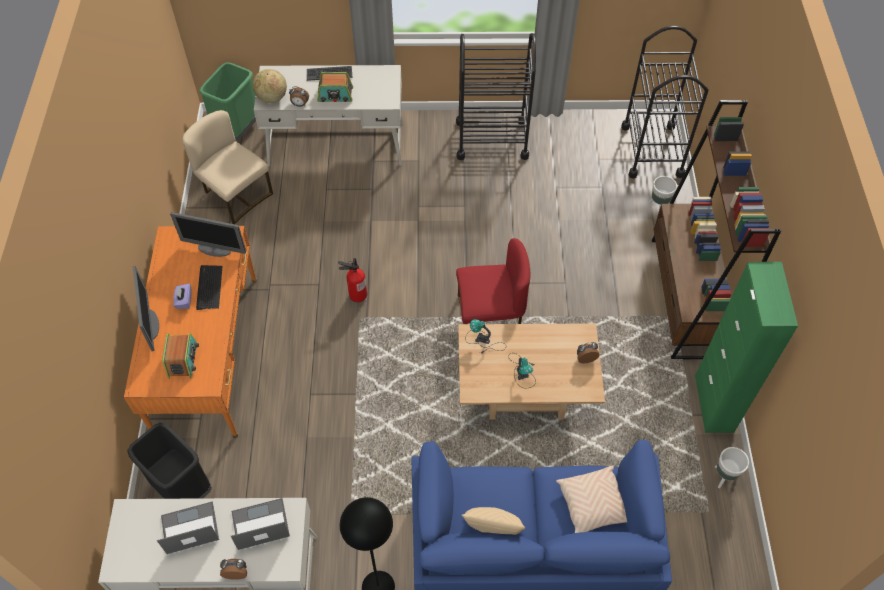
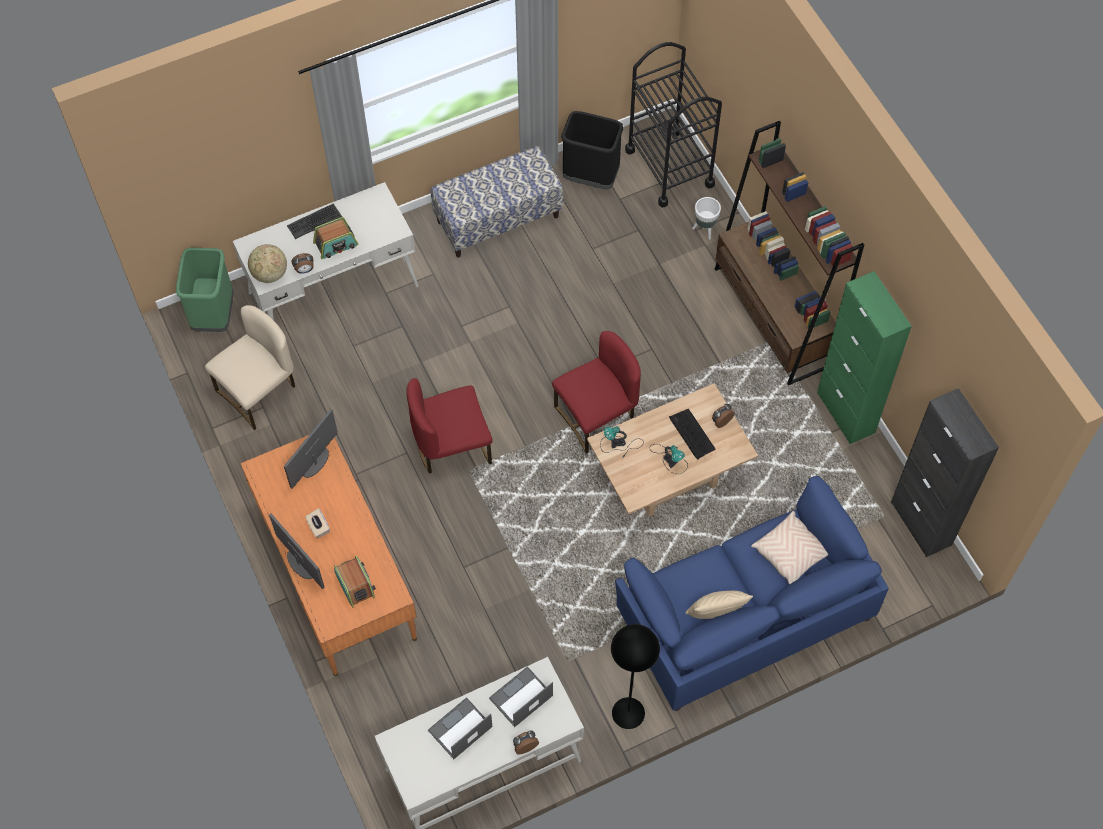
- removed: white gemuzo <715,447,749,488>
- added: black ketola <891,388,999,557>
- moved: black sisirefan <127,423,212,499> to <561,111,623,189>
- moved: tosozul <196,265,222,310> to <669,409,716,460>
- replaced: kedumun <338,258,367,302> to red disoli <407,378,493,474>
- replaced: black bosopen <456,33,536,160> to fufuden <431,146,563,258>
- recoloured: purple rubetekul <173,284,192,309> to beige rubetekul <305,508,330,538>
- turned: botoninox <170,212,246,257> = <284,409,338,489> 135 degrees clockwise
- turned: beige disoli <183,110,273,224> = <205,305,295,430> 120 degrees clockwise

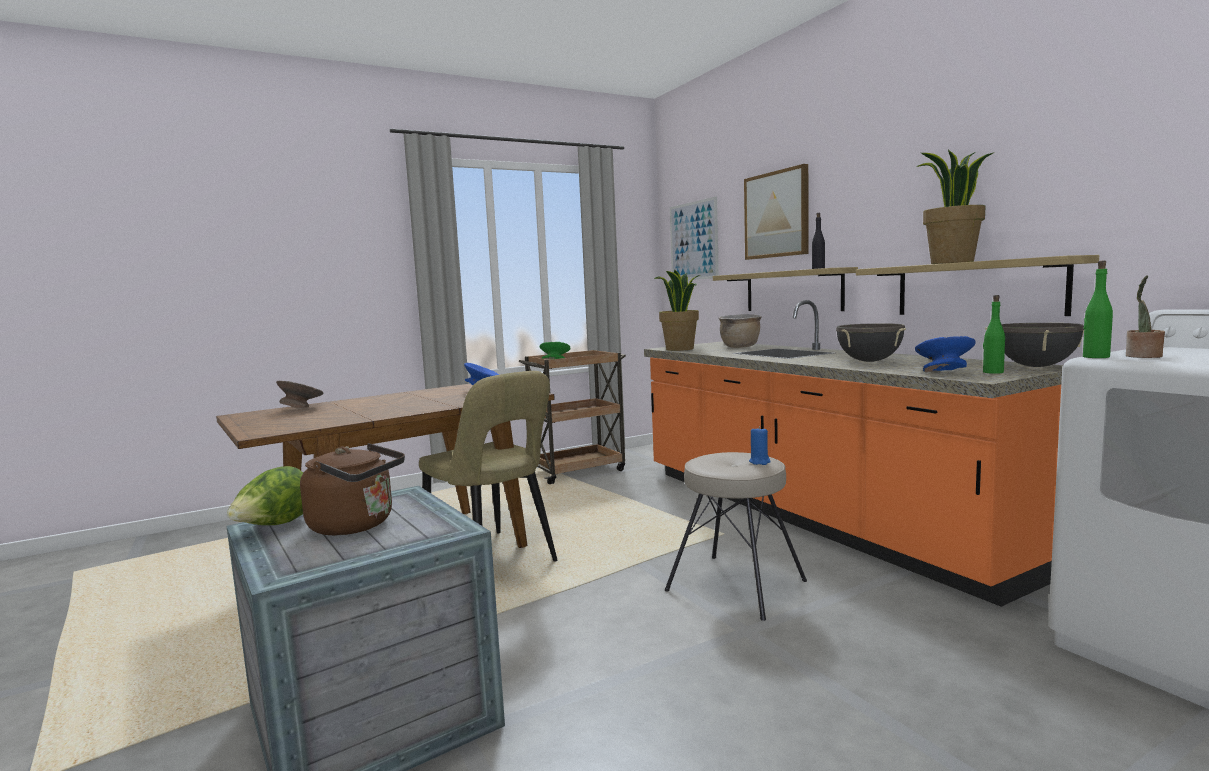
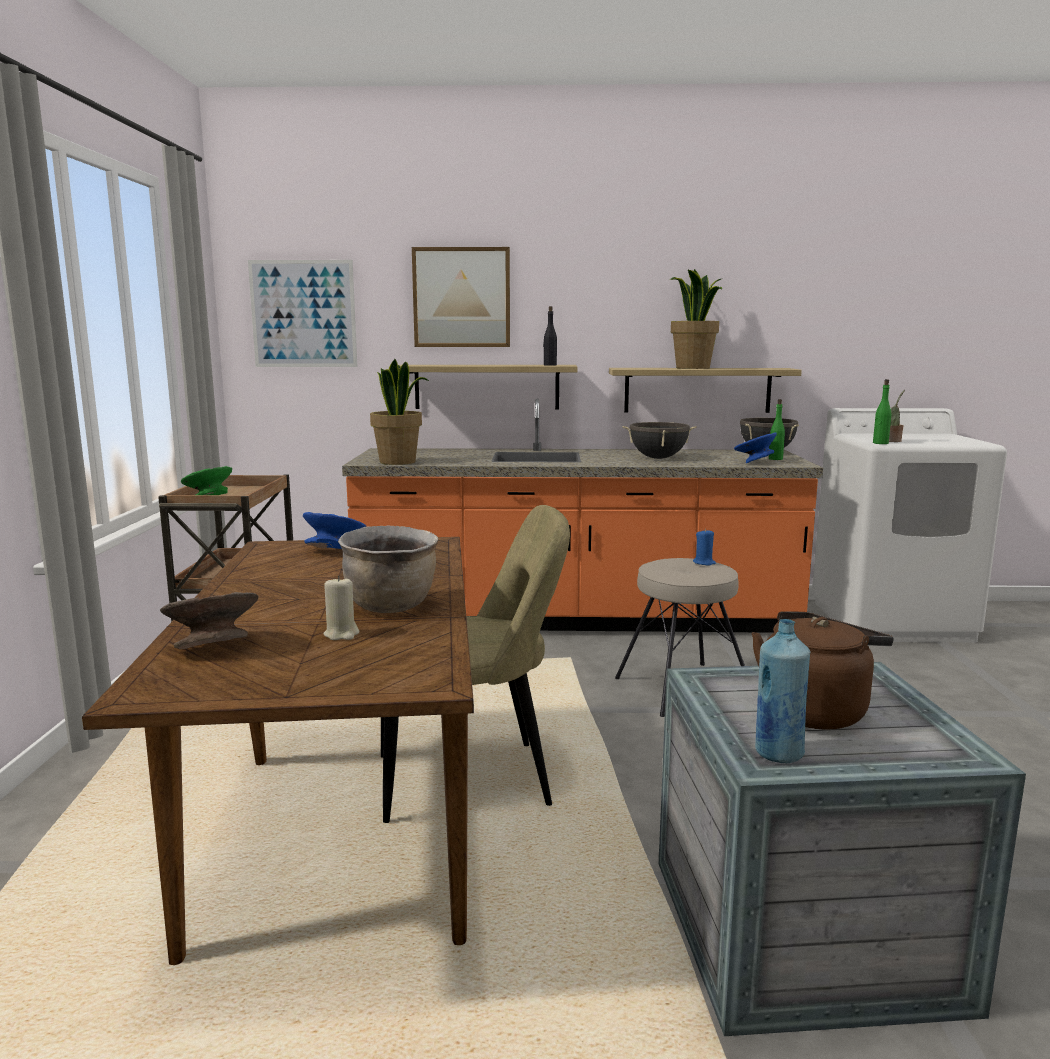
- added: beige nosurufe <323,576,359,640>
- moved: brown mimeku <719,314,762,348> to <338,526,438,613>
- replaced: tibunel <227,466,303,525> to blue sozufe <755,619,811,763>

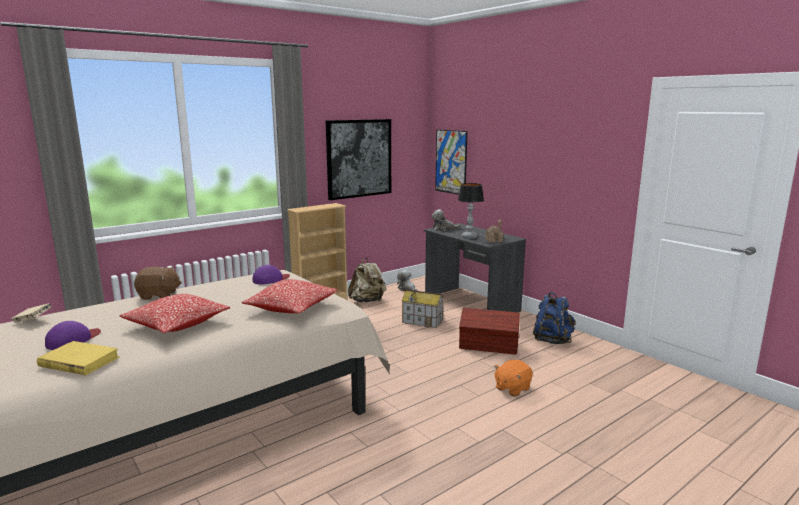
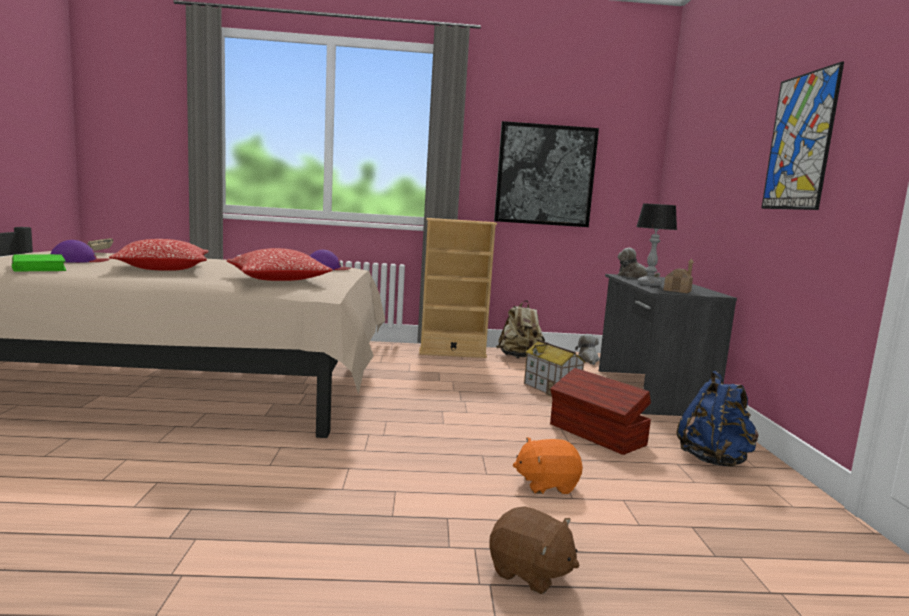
- moved: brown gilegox <134,267,182,300> to <489,506,580,594>
- moved: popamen <435,130,468,195> to <761,61,844,210>
- recoloured: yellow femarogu <37,341,120,375> to green femarogu <12,254,66,272>

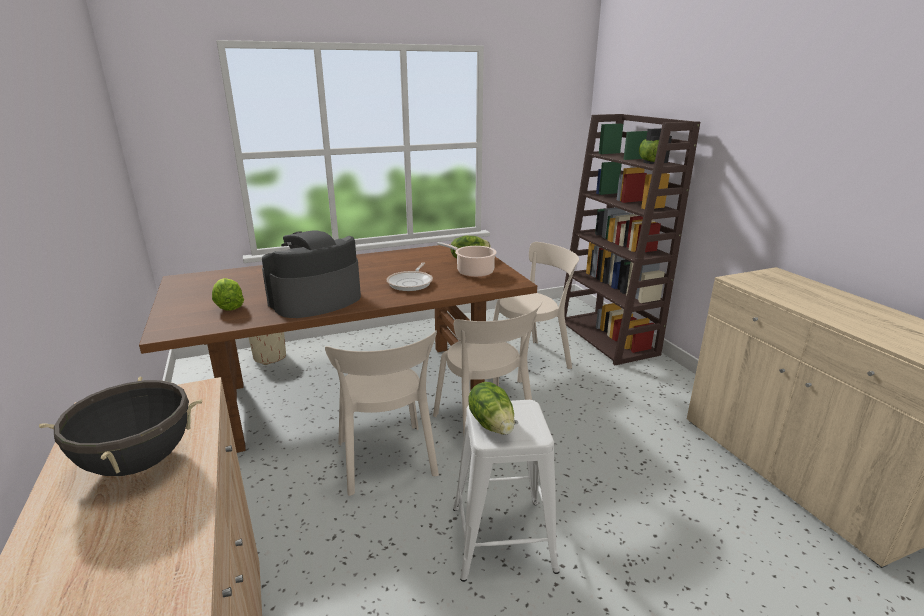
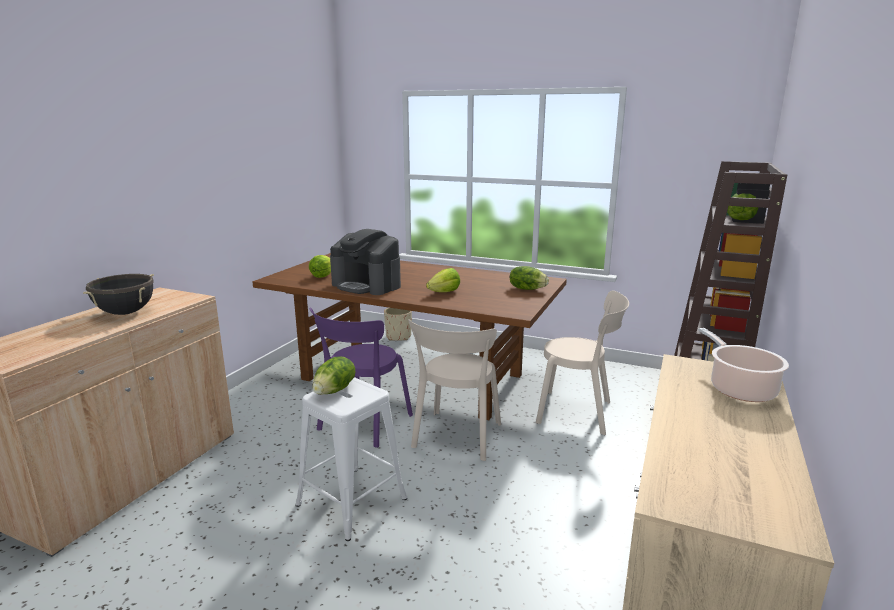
- moved: mimeku <437,242,497,277> to <698,328,789,402>
- replaced: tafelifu <387,262,433,291> to tibunel <426,268,460,292>
- recoloured: beige disoli <325,330,439,496> to purple disoli <310,308,413,448>
- turned: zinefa <262,230,361,318> = <330,229,401,295> 150 degrees counterclockwise

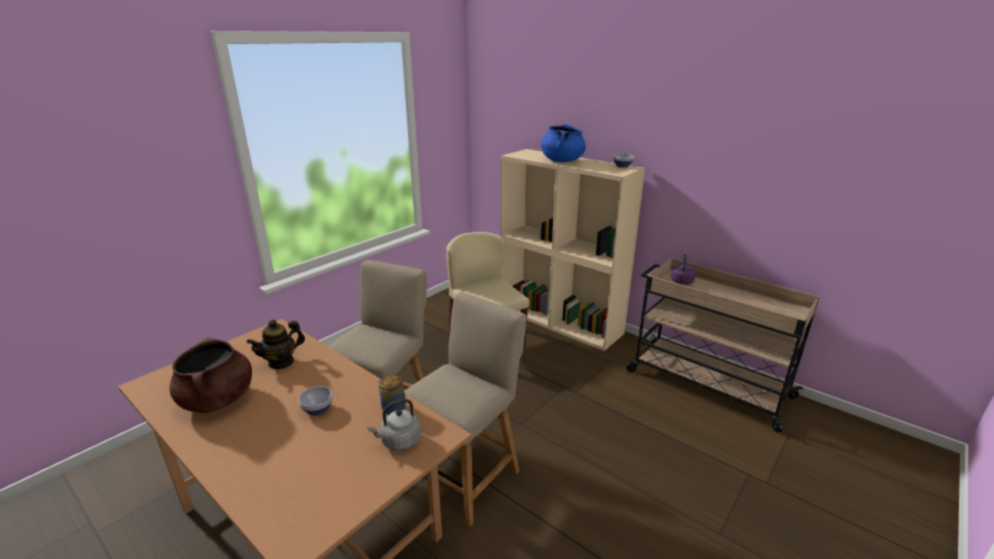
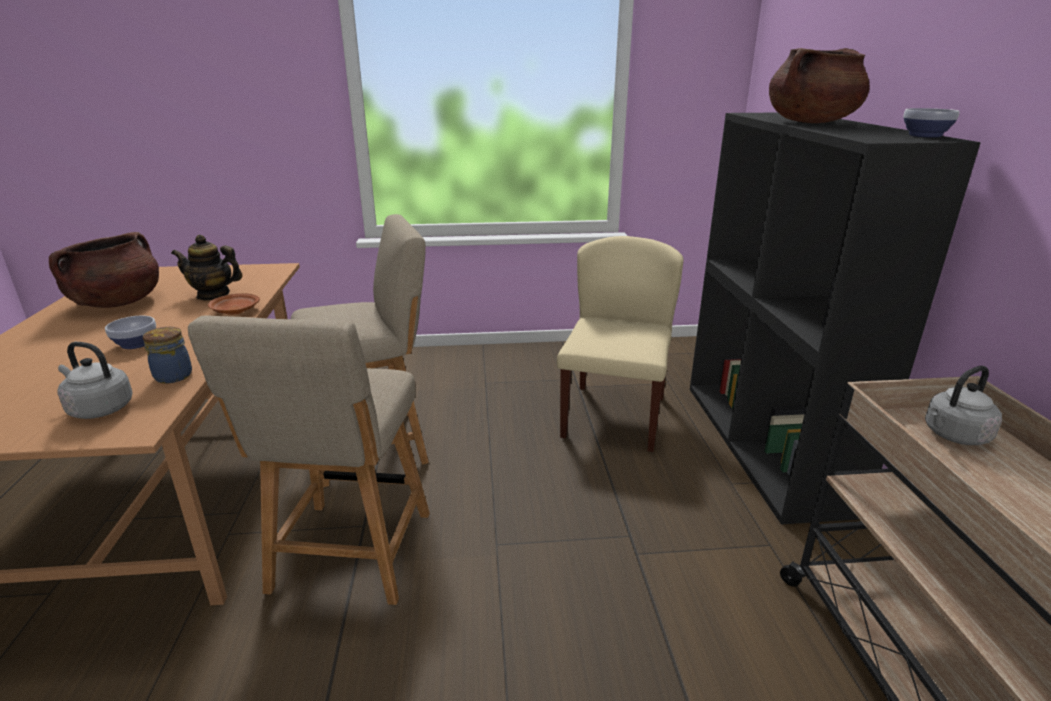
- added: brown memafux <208,293,260,315>
- recoloured: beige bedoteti <501,149,645,351> to black bedoteti <690,113,981,524>
- recoloured: blue mimeku <541,124,586,162> to brown mimeku <769,48,870,123>
- recoloured: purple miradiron <671,254,696,285> to grey miradiron <925,366,1002,445>
- turned: beige disoli <404,292,527,526> = <188,315,430,605> 105 degrees clockwise

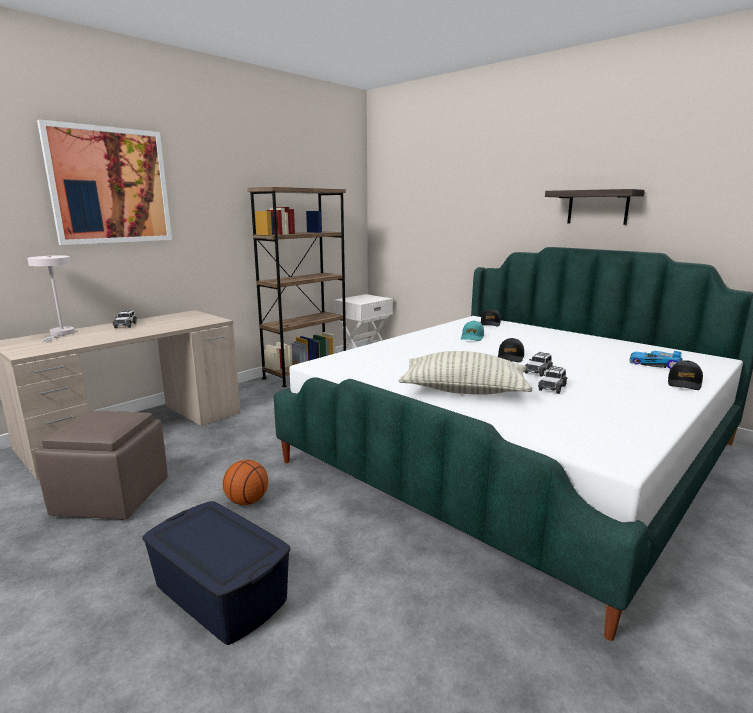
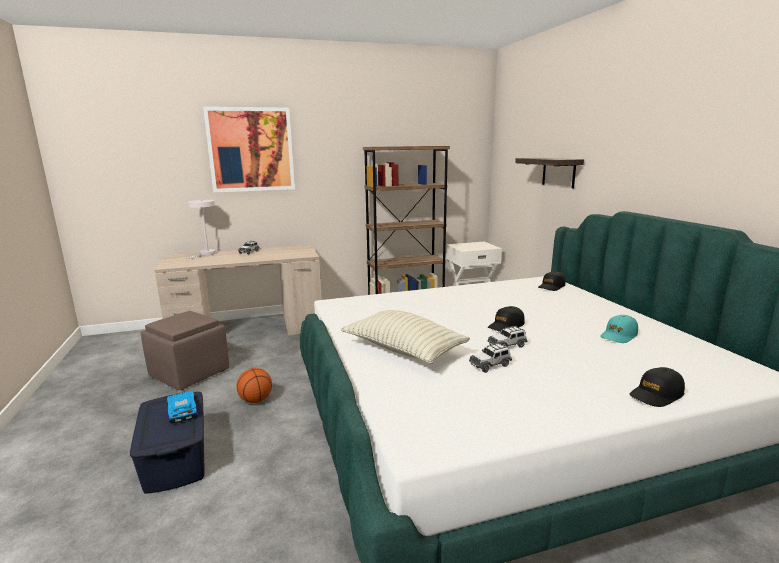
- moved: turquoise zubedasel <461,321,484,341> to <600,315,638,343>
- moved: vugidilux <545,189,645,225> to <515,158,584,188>
- moved: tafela <629,351,683,369> to <167,391,198,424>

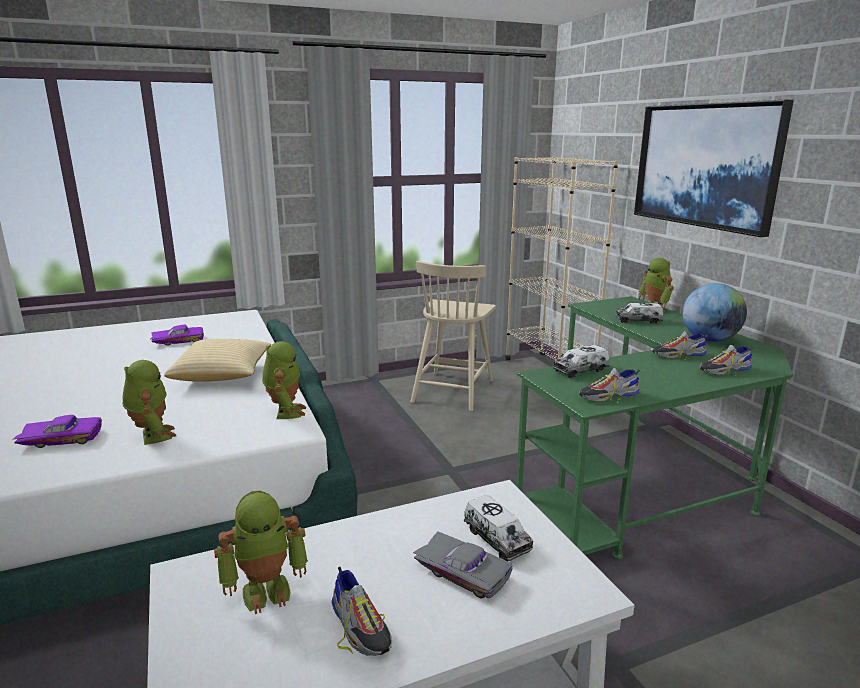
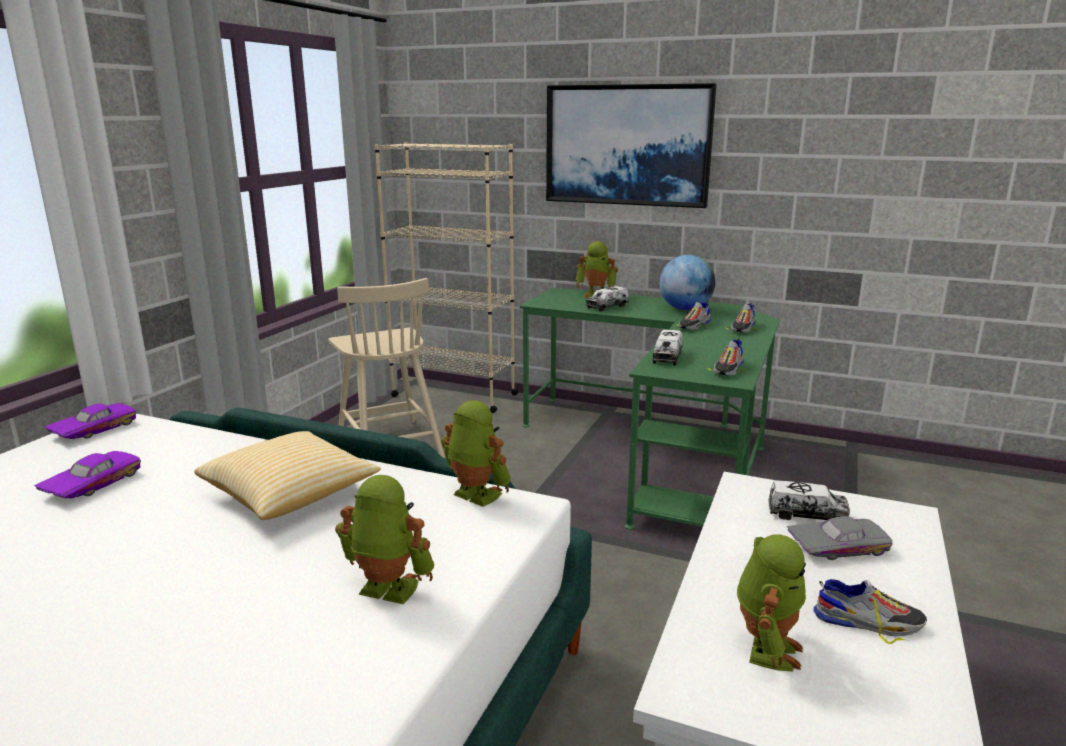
- moved: purple tafela <12,415,102,448> to <44,403,136,439>

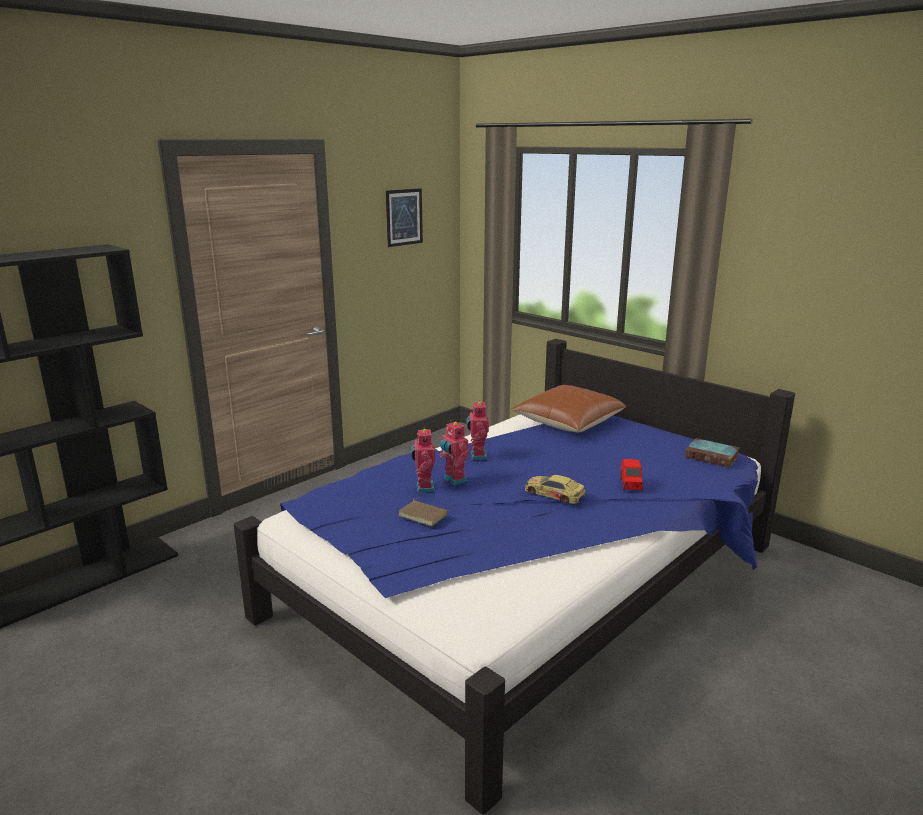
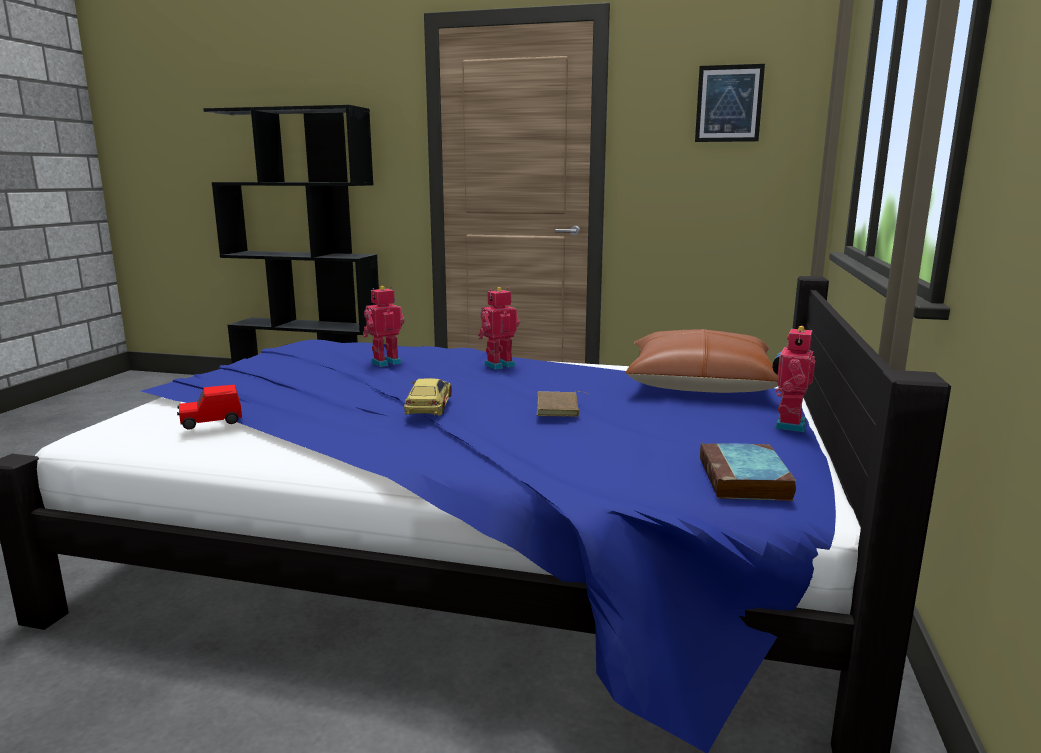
- moved: brown femarogu <399,497,448,526> to <537,391,588,417>
- moved: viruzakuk <439,422,469,485> to <772,325,815,432>
- moved: red tafela <620,459,643,492> to <177,385,242,430>

